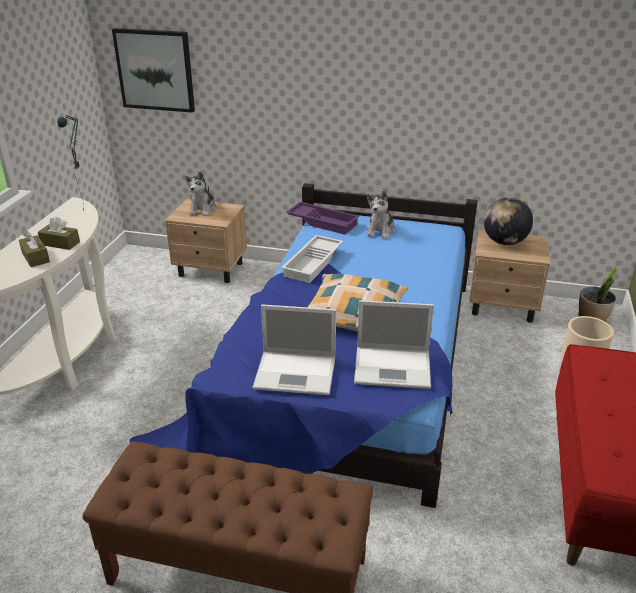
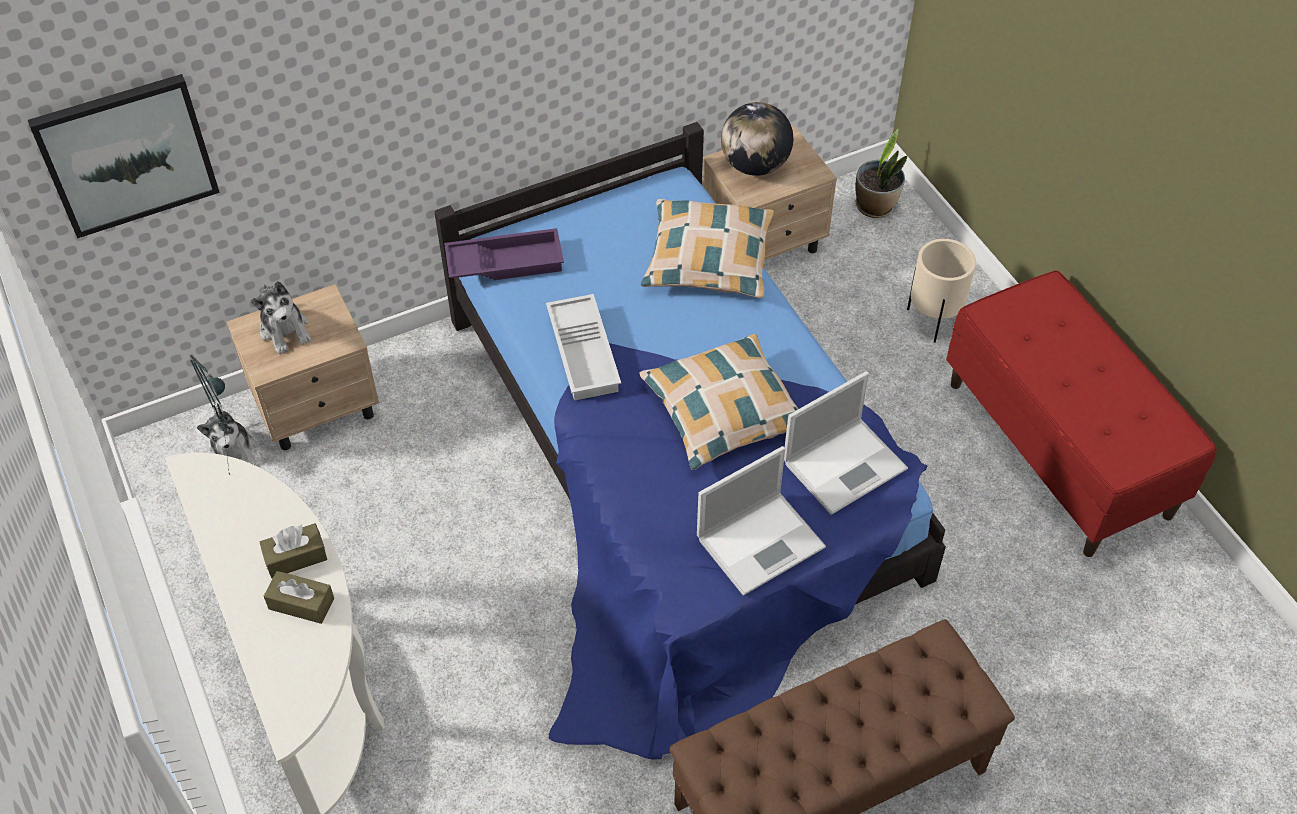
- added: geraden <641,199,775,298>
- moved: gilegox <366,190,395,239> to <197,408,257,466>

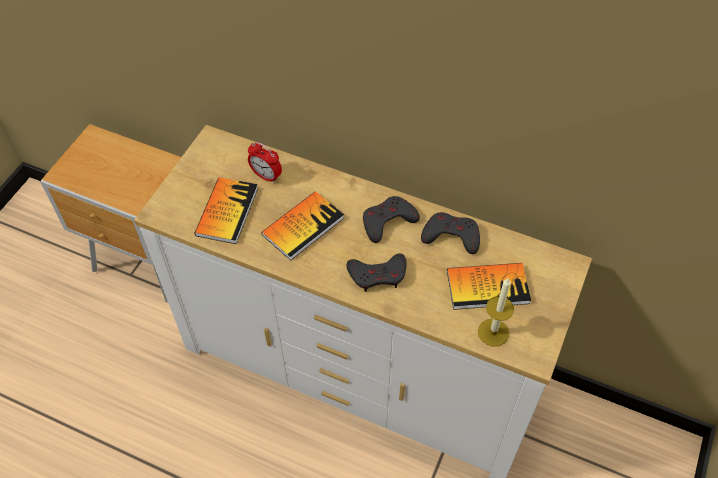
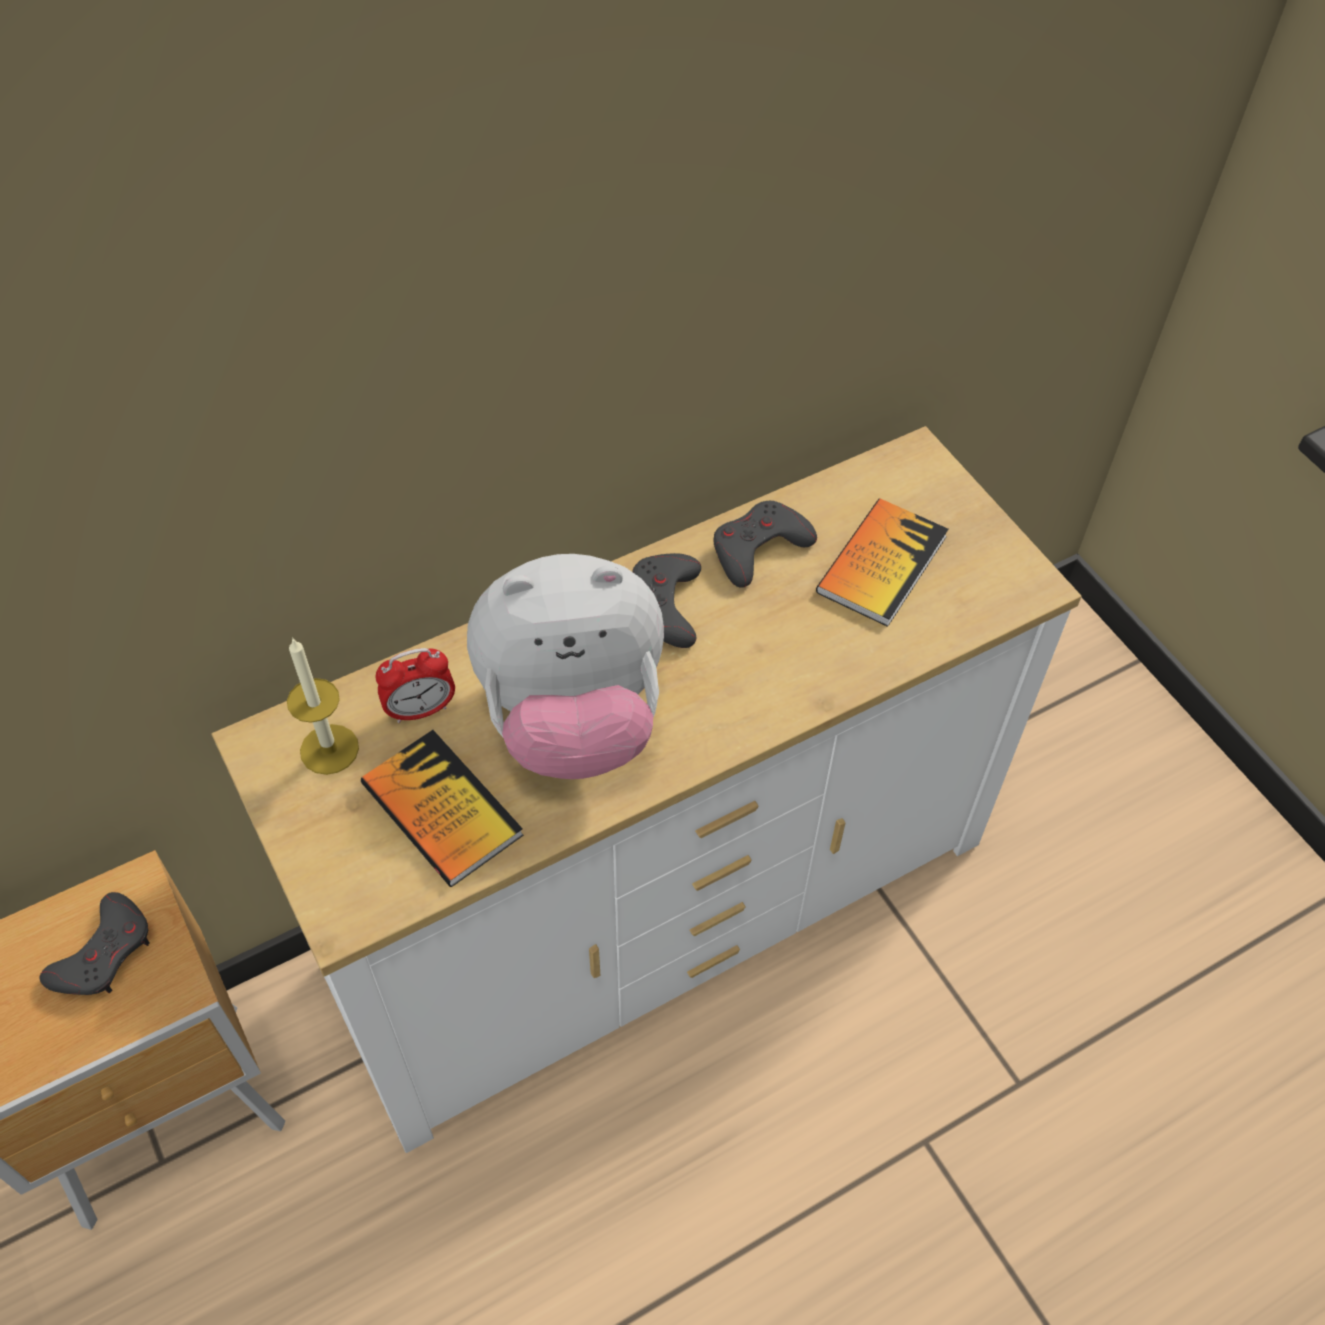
- moved: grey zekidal <347,254,407,292> to <39,892,149,995>
- moved: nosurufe <478,278,514,346> to <287,637,359,775>
- replaced: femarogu <261,191,344,260> to gilegox <467,554,664,779>

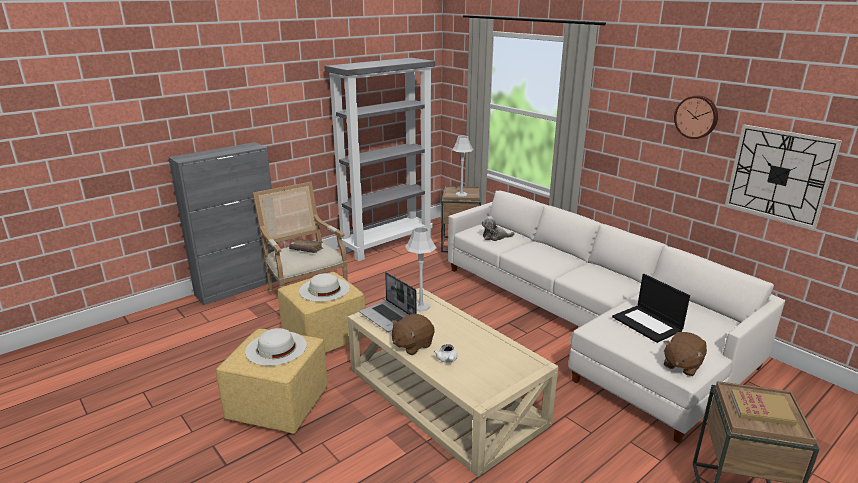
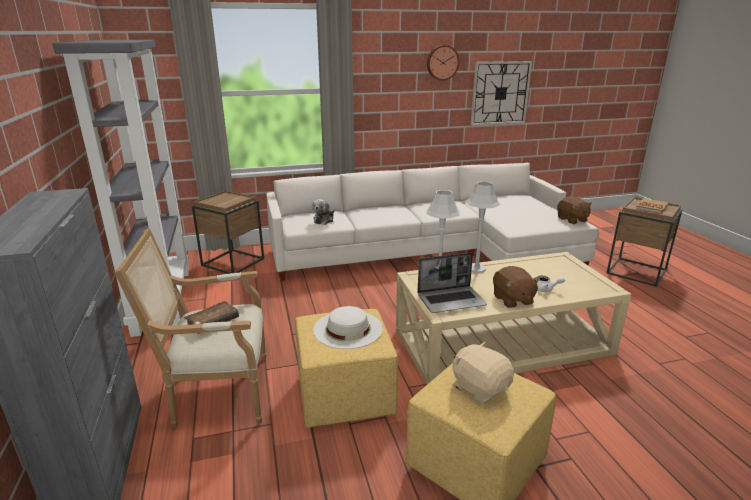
- removed: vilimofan <612,274,690,343>
- moved: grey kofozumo <452,135,473,197> to <466,181,500,273>
- replaced: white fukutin <245,328,307,366> to beige gilegox <452,342,514,404>

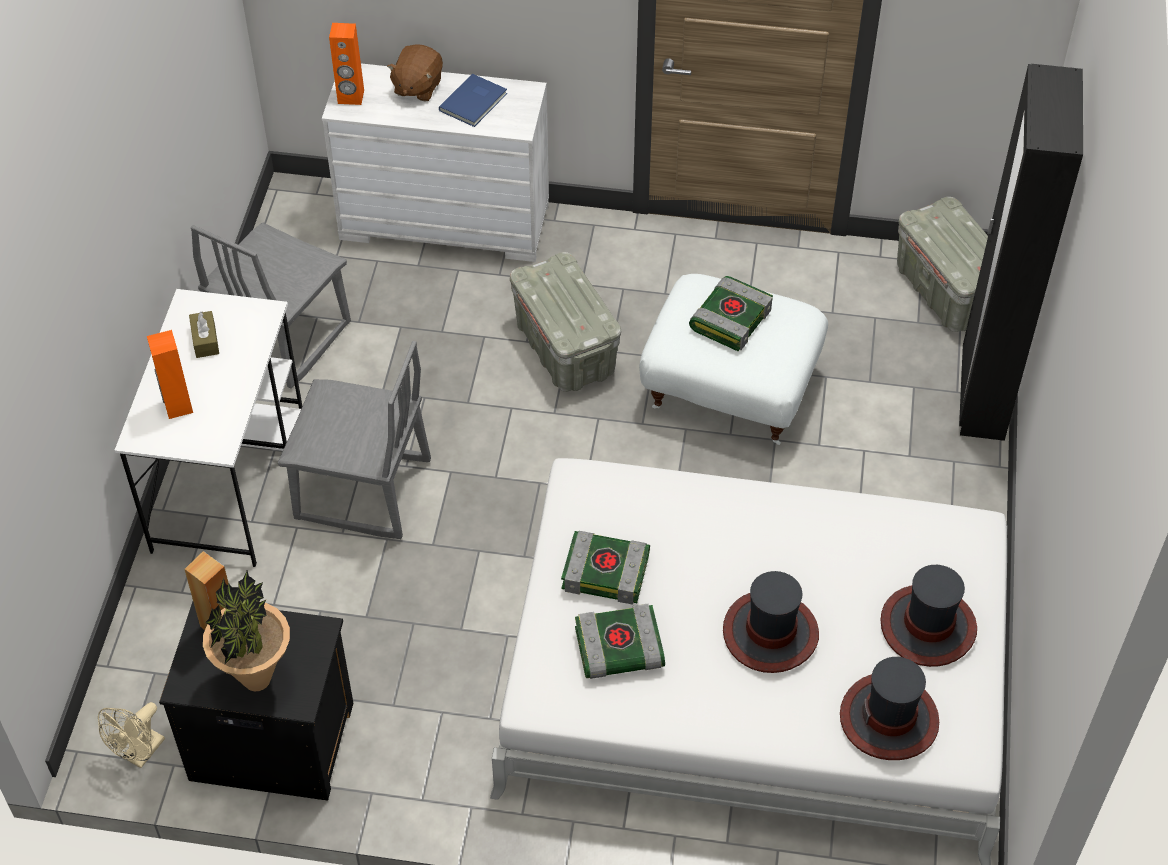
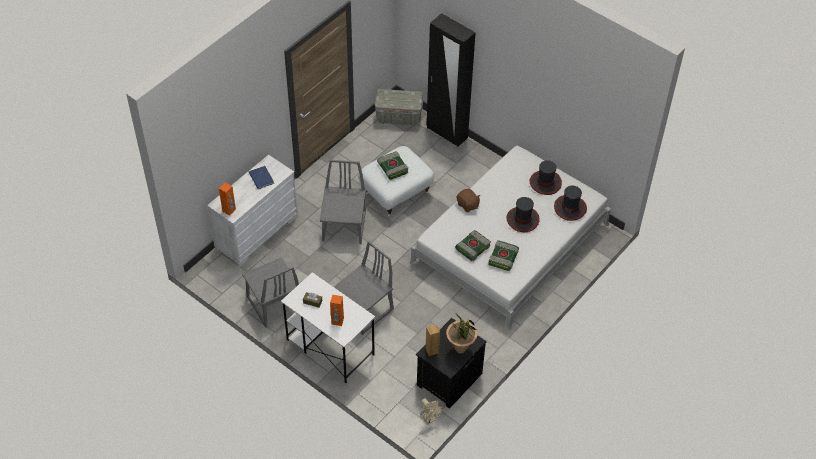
- moved: brown gilegox <387,44,443,101> to <457,188,480,212>
- replaced: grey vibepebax <510,252,621,392> to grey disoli <320,160,366,244>

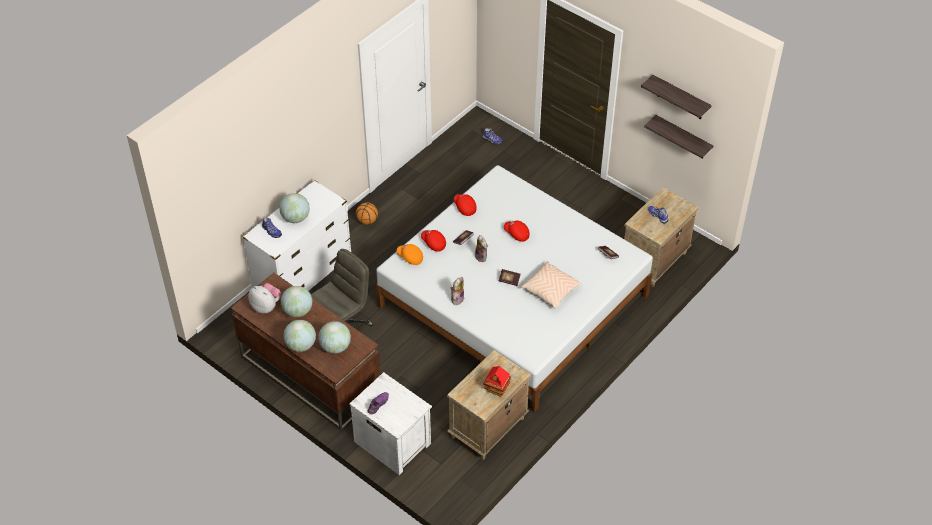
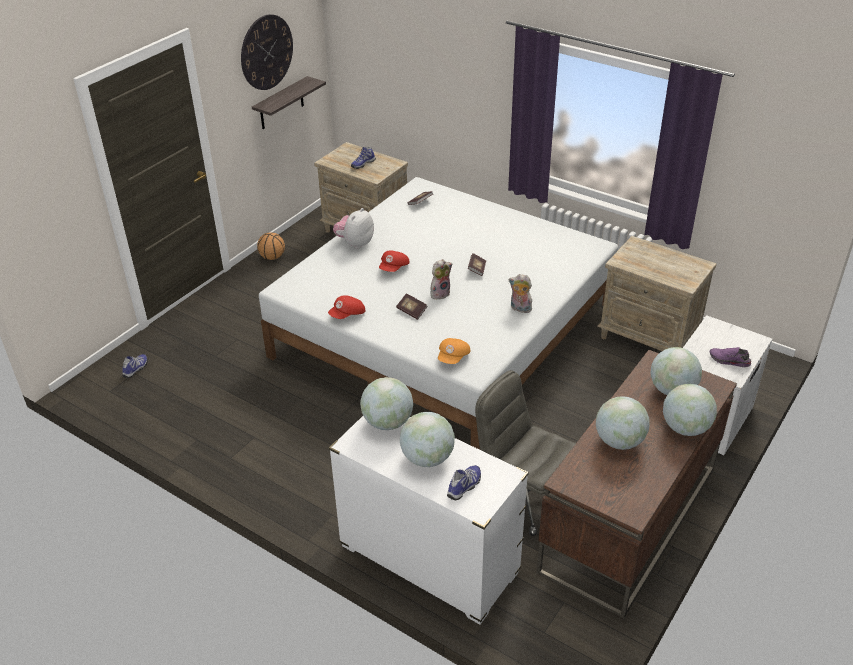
- removed: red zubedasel <421,230,446,252>
- removed: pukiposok <483,366,511,397>
- removed: beige geraden <521,261,582,308>
- added: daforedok <360,377,413,430>
- moved: gilegox <248,283,281,313> to <333,208,374,249>
- moved: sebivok <356,202,378,225> to <257,232,285,260>
- replaced: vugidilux <641,75,712,119> to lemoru <241,14,293,90>

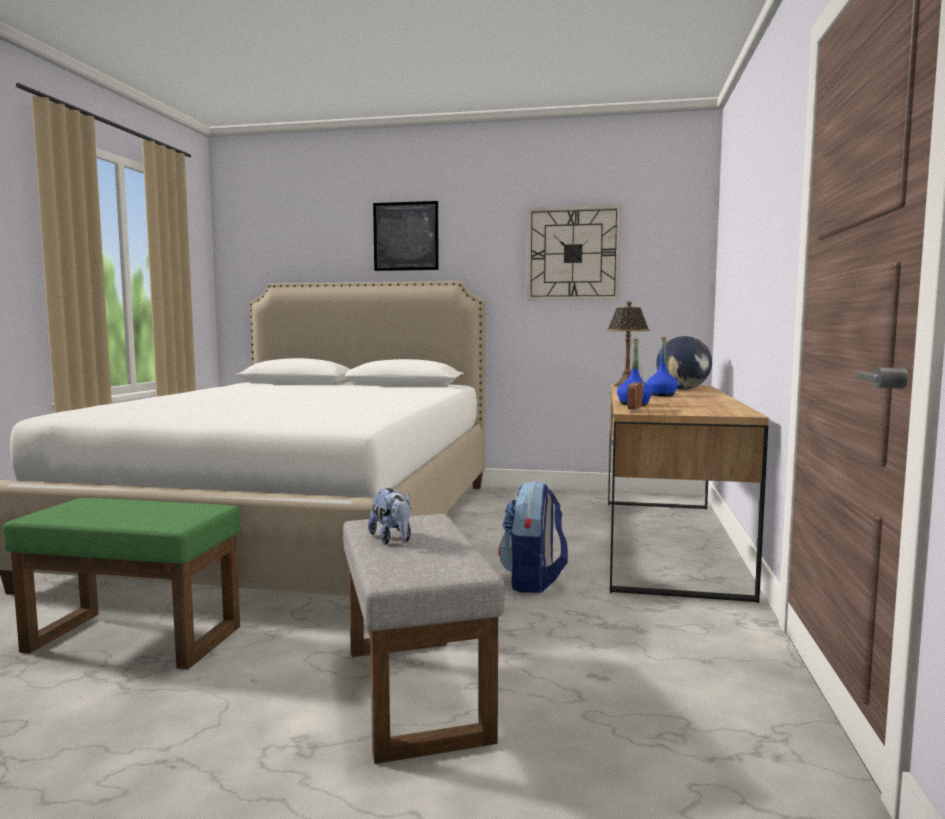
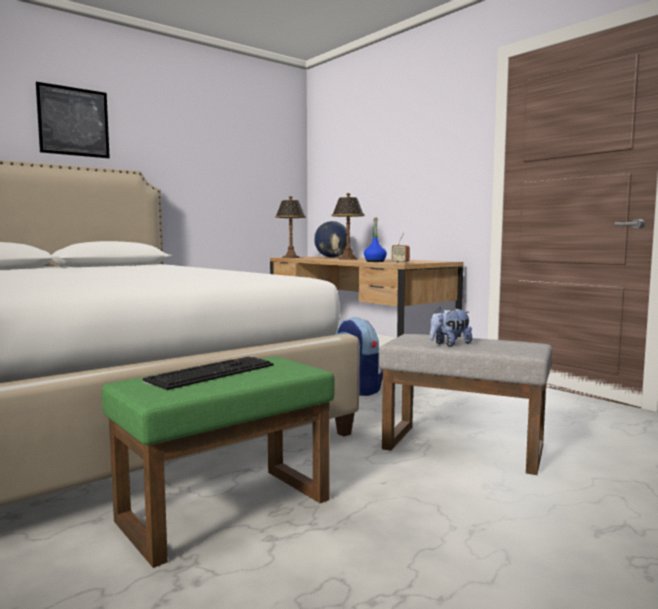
- removed: lemoru <527,205,621,300>
- added: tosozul <143,357,274,390>
- replaced: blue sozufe <647,337,678,396> to kofozumo <331,193,365,260>
- turned: gilegox <368,488,411,544> = <430,308,472,347> 135 degrees clockwise

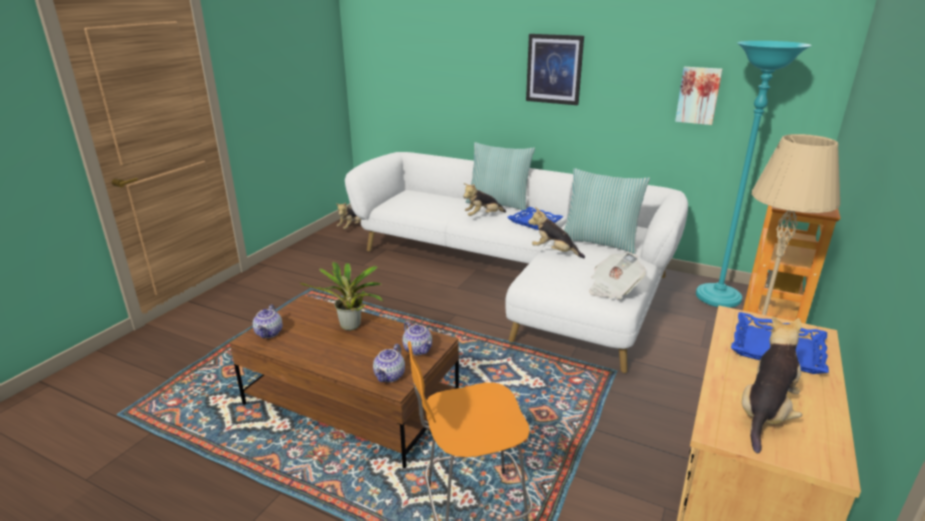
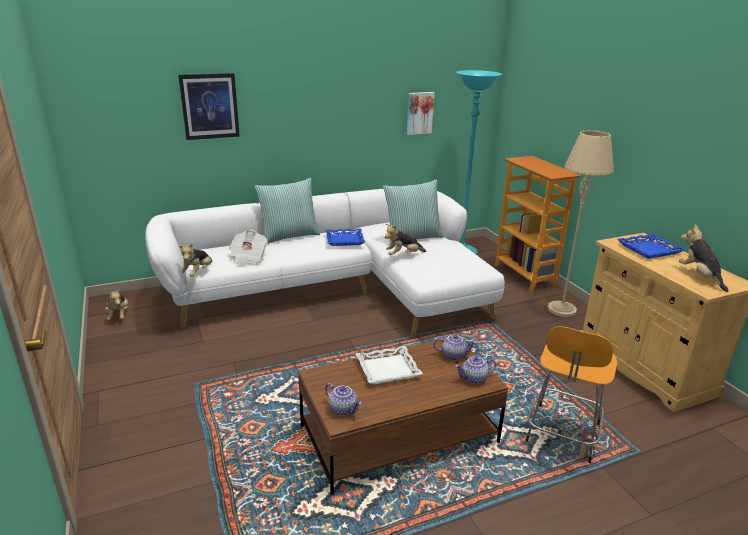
- moved: gilegox <463,183,506,216> to <179,243,213,277>
- moved: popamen <526,34,584,105> to <178,73,240,140>
- moved: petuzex <589,253,646,299> to <229,230,268,266>
- replaced: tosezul <300,262,384,331> to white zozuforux <356,346,423,384>
- turned: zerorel <373,344,405,382> = <455,356,496,384> 105 degrees clockwise

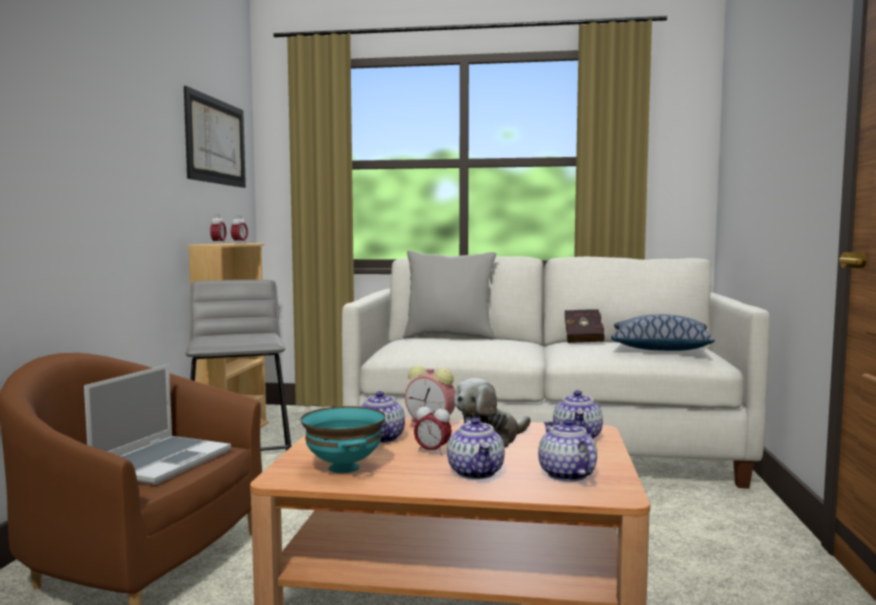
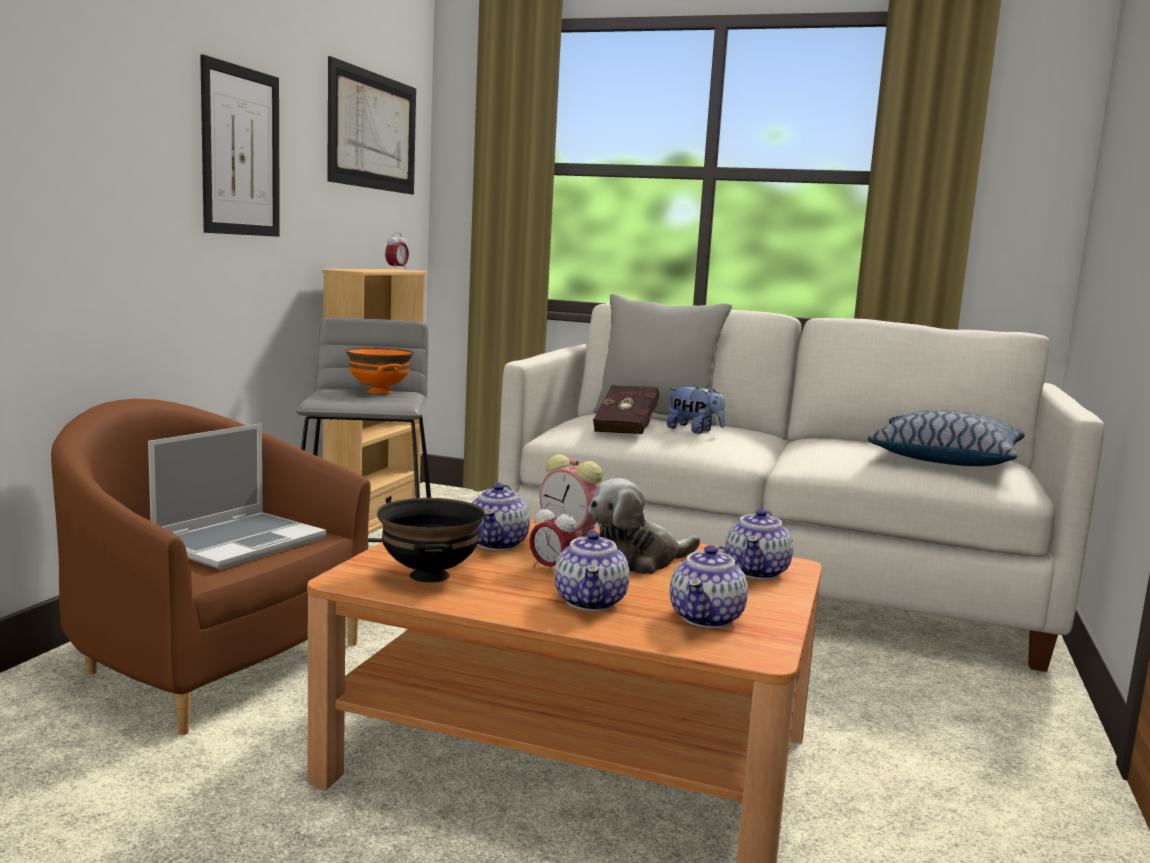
- removed: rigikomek <210,214,226,244>
- added: popamen <200,54,280,237>
- added: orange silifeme <346,348,413,394>
- added: gilegox <667,385,725,434>
- moved: red femarogu <565,309,604,343> to <593,385,659,434>
- recoloured: turquoise silifeme <301,406,385,473> to black silifeme <377,498,485,583>
- turned: zerorel <538,419,597,481> = <670,545,748,628> 150 degrees counterclockwise

